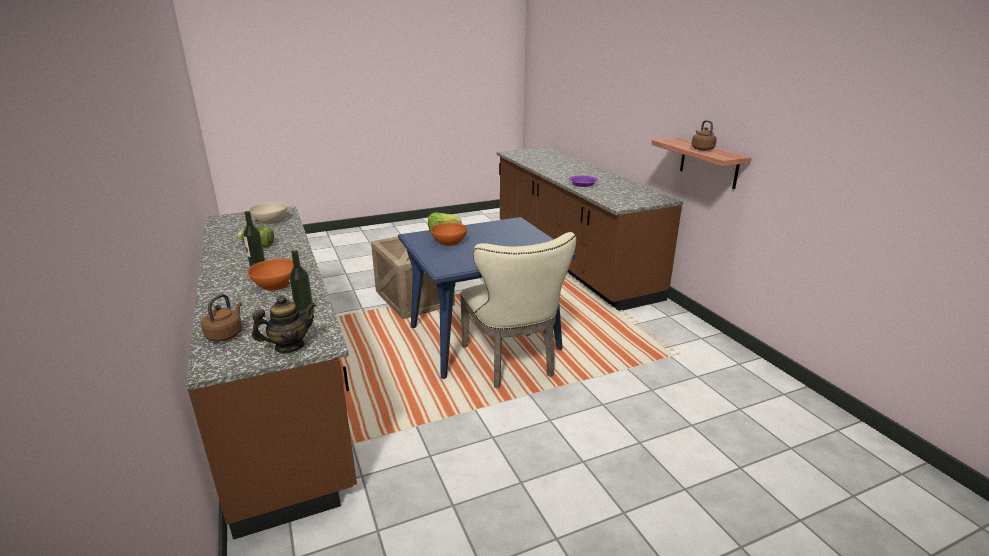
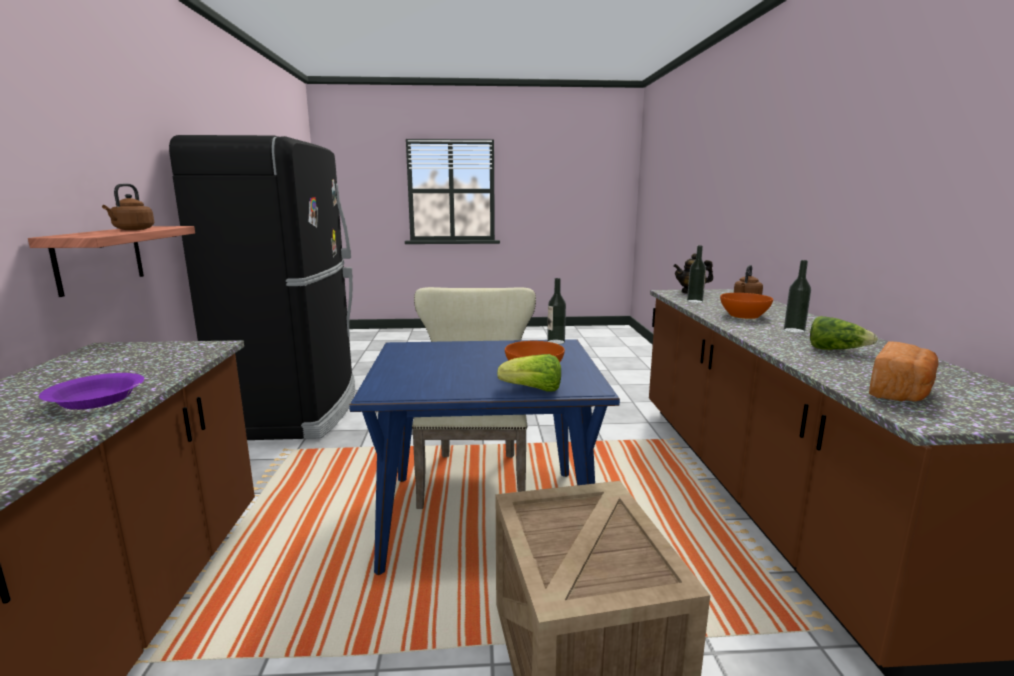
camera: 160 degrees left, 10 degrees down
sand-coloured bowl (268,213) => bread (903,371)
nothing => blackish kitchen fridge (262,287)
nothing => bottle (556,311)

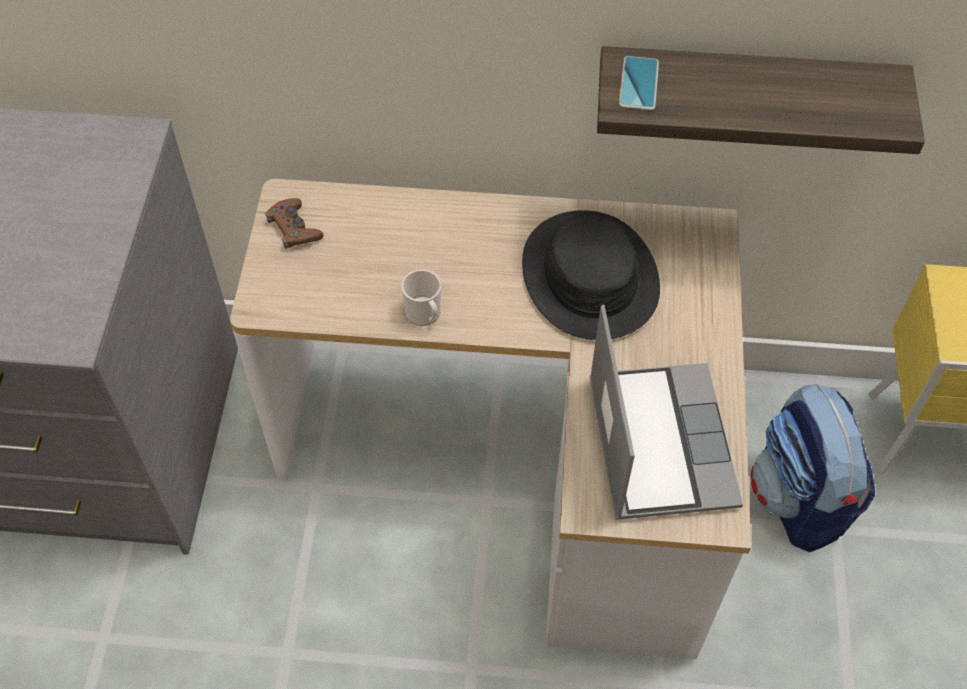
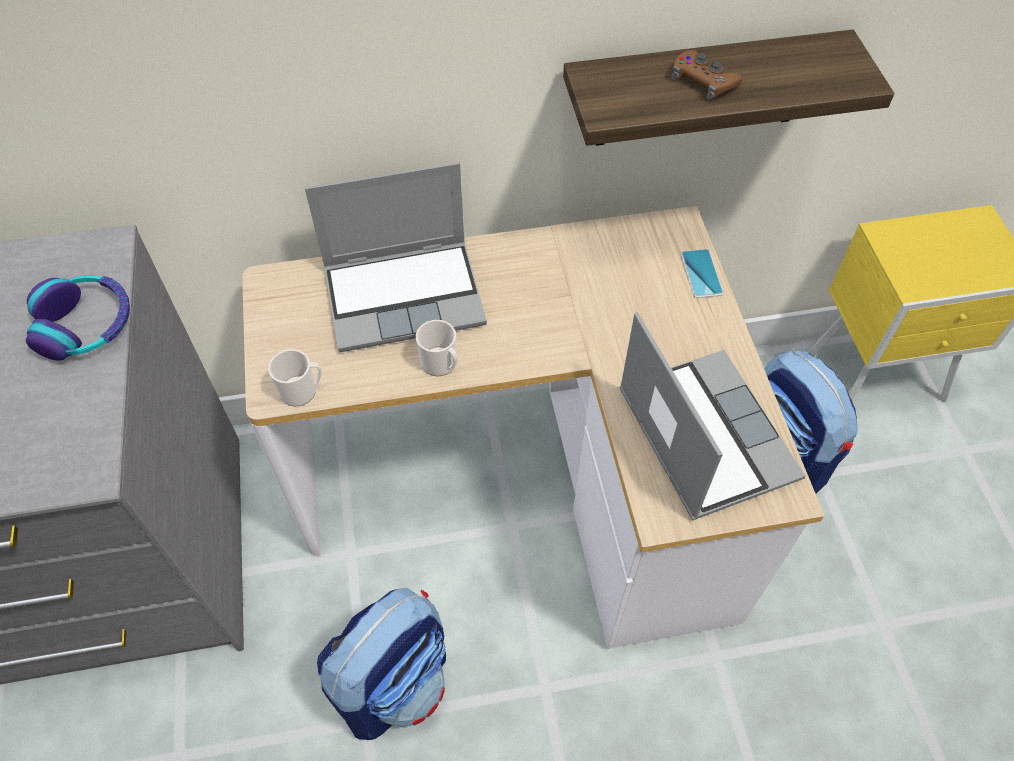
camera: 15 degrees left, 0 degrees up
telephone (639,83) => telephone (702,273), move
brown-coloured joypad (294,223) => brown-coloured joypad (707,75), move
blackish wearable hat (591,275) => nothing
nothing => laptop (396,257)
nothing => headset (78,318)
nothing => mug (295,378)
nothing => backpack (381,664)

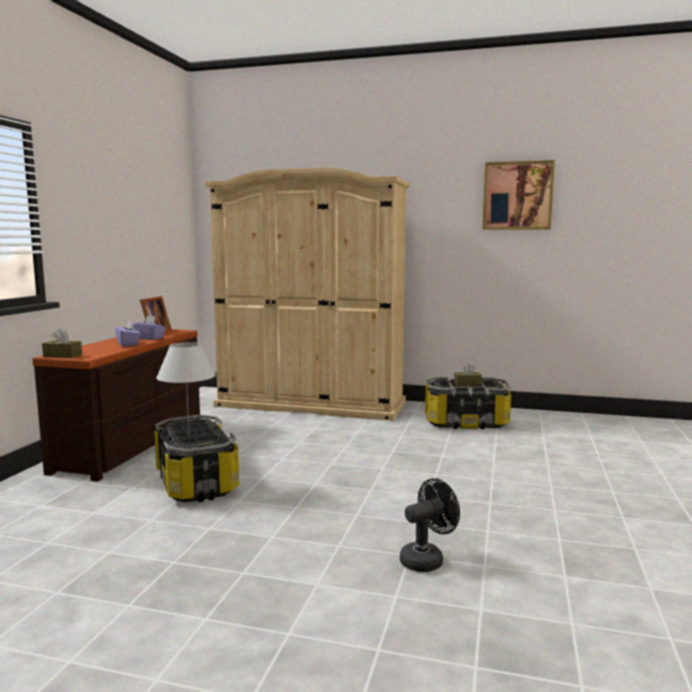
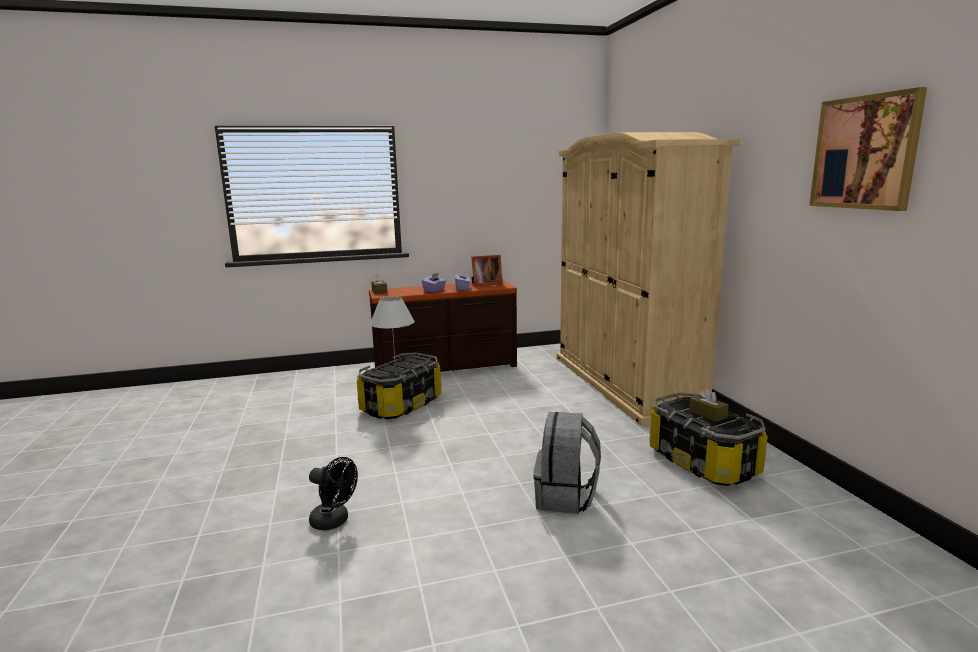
camera: 60 degrees right, 5 degrees up
nothing => greyish backpack (567,463)

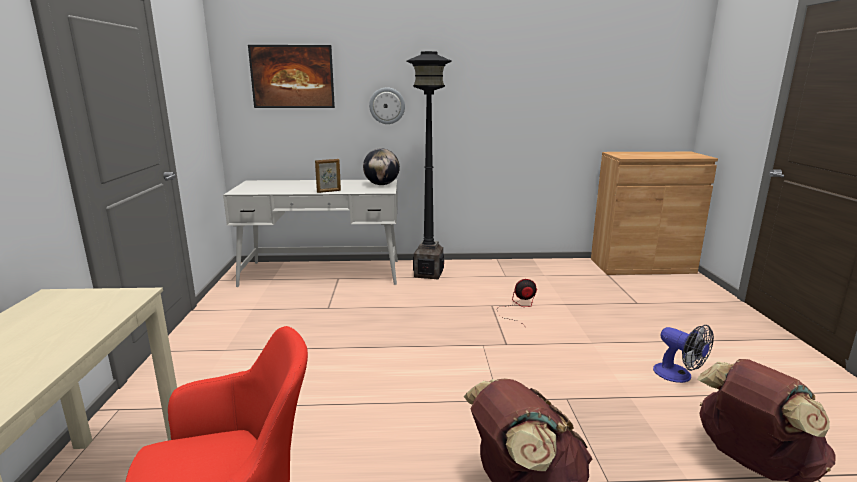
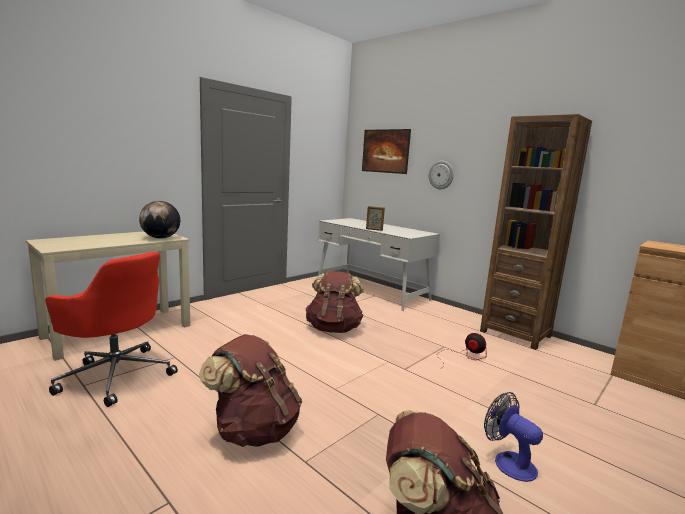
camera: 45 degrees right, 5 degrees down
blackish standing lamp (429,165) => nothing
desk globe (381,166) => desk globe (159,220), move
fan (683,354) => fan (513,437), 135 degrees clockwise
nothing => brown-coloured shelving unit (536,232)
nothing => brown-coloured backpack (335,302)

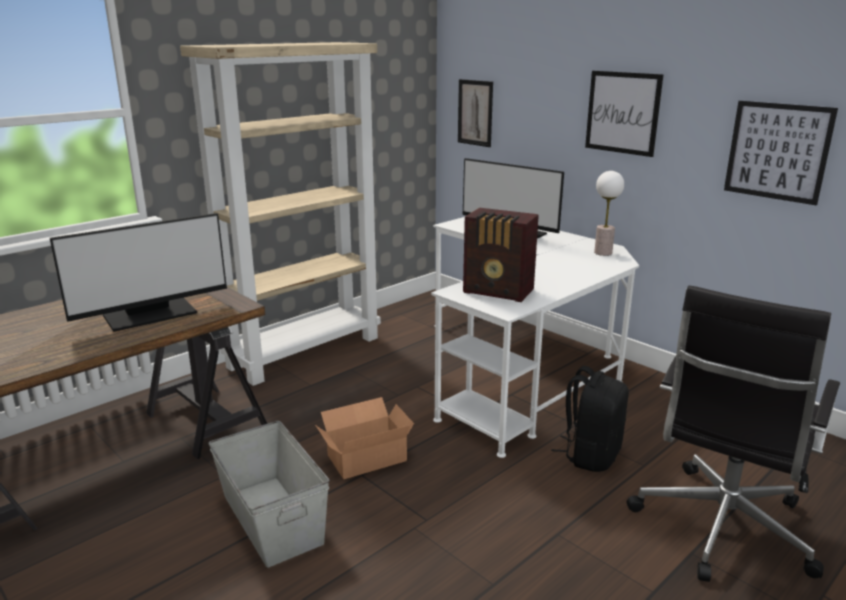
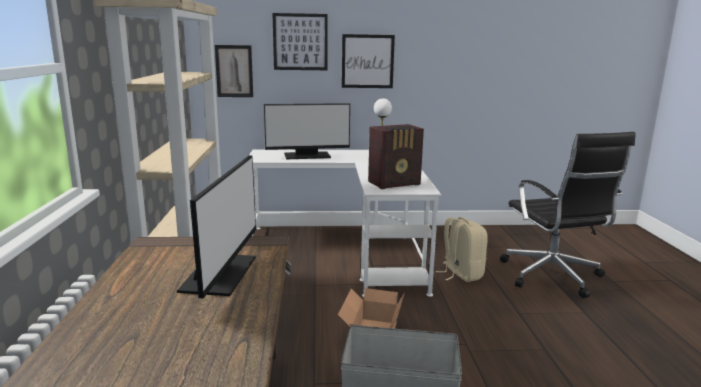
camera: 50 degrees left, 5 degrees down
wall picture (781,153) => wall picture (300,41), move
blackish backpack (590,419) => sand-coloured backpack (462,249)

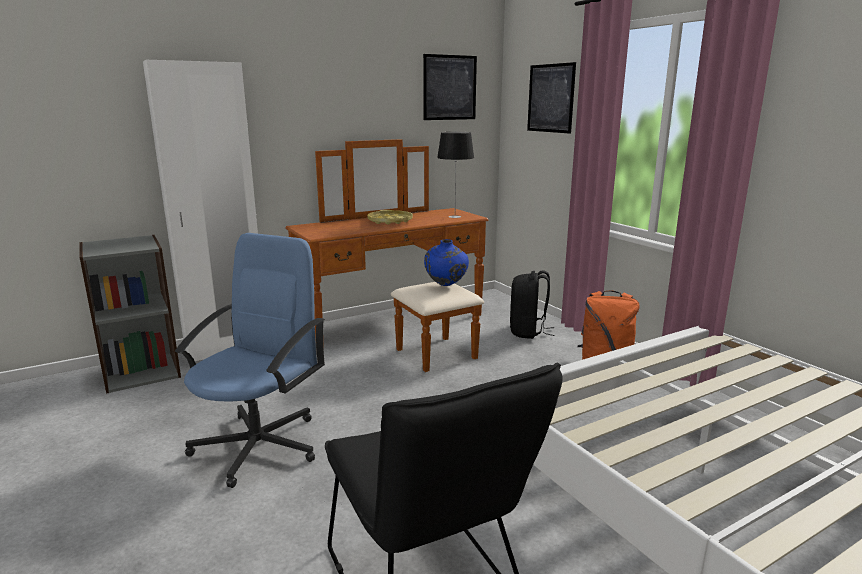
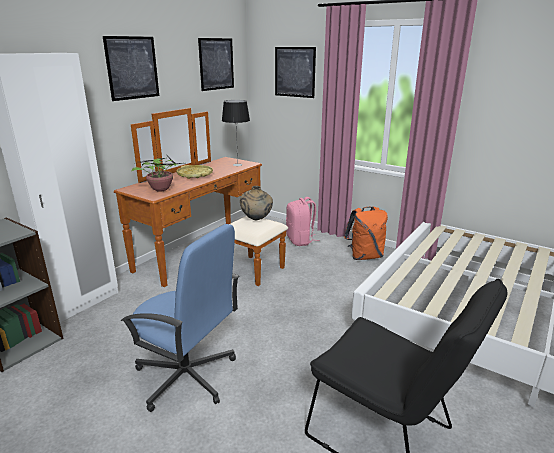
camera: 25 degrees left, 5 degrees up
blue office chair (250,360) => blue office chair (180,318), 120 degrees clockwise
blue vase (446,262) => sand-coloured vase (256,203)
blackish backpack (532,304) => pink-coloured backpack (303,221)
nothing => wall picture (131,68)
nothing => plant in a pot (159,174)

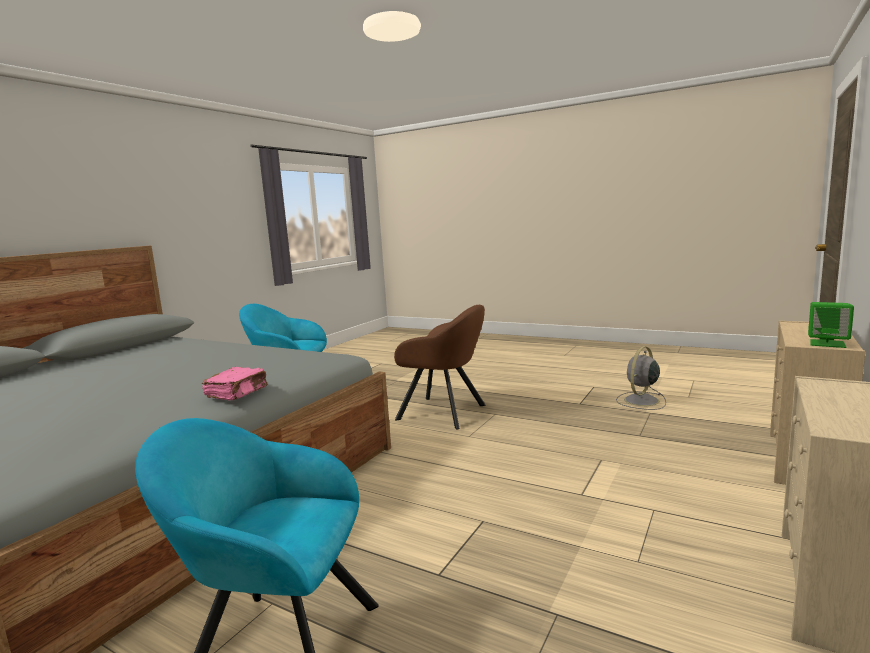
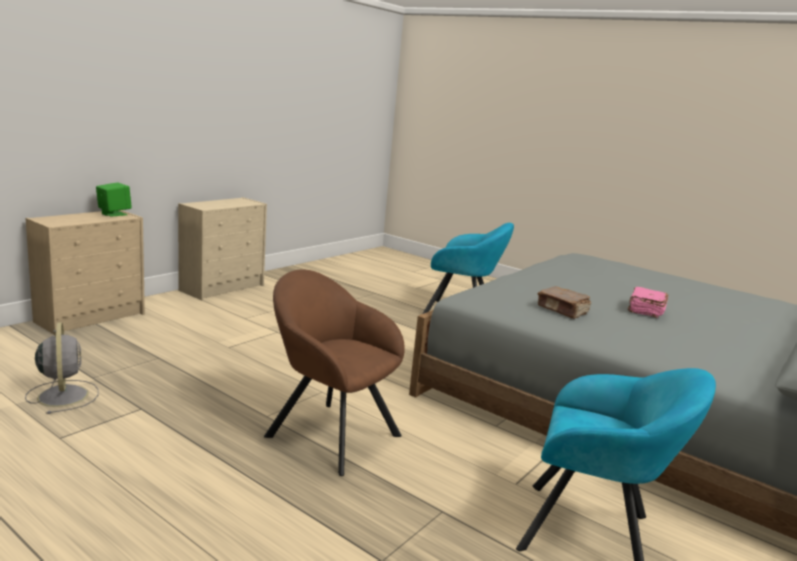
camera: 175 degrees left, 5 degrees up
greyish fan (641,378) => greyish fan (62,368), 75 degrees counterclockwise
pink-coloured volume (235,383) => pink-coloured volume (647,302), move
nothing => brown-coloured volume (564,303)

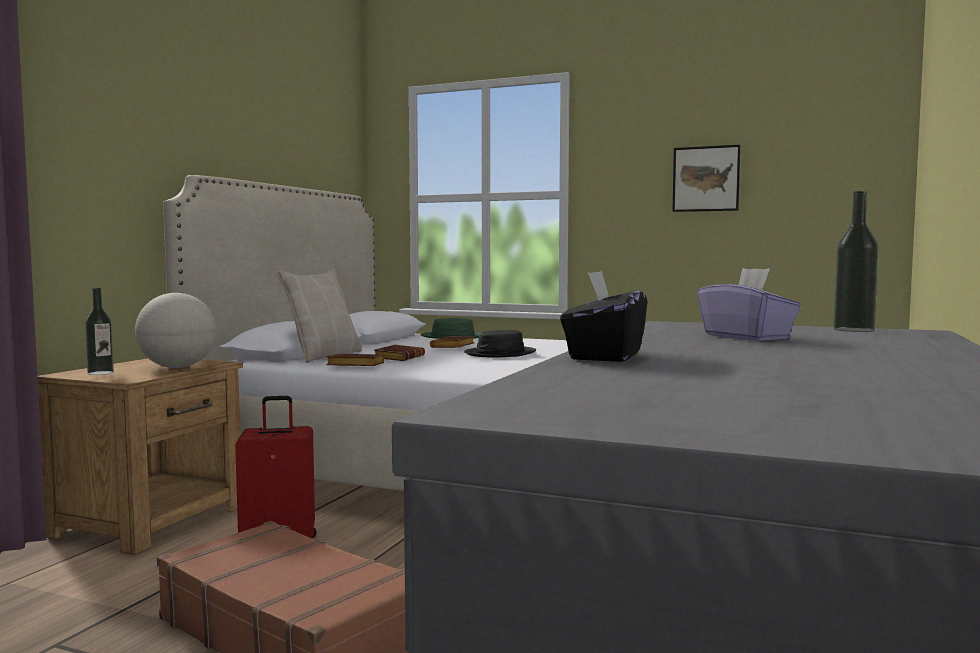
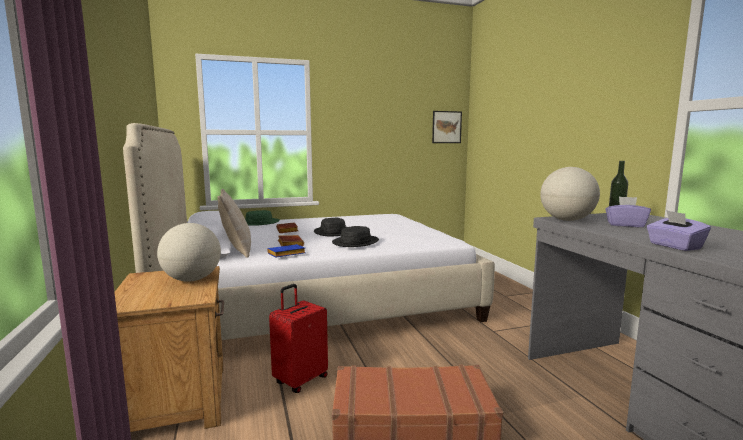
camera: 40 degrees left, 5 degrees up
wall picture (706,178) => wall picture (447,127), move
blackish box of tissues (603,316) => purplish box of tissues (679,231)
bottle (99,331) => nothing
brown-coloured volume (355,360) => blue volume (286,251)
nothing => desk globe (570,194)
nothing => blackish wearable hat (355,236)

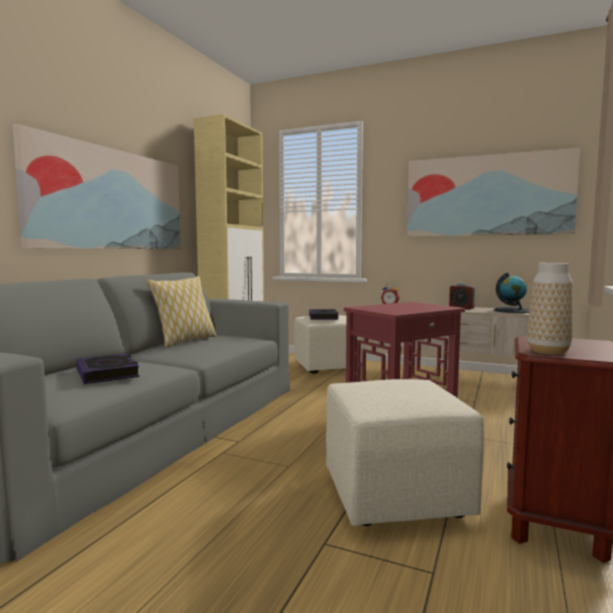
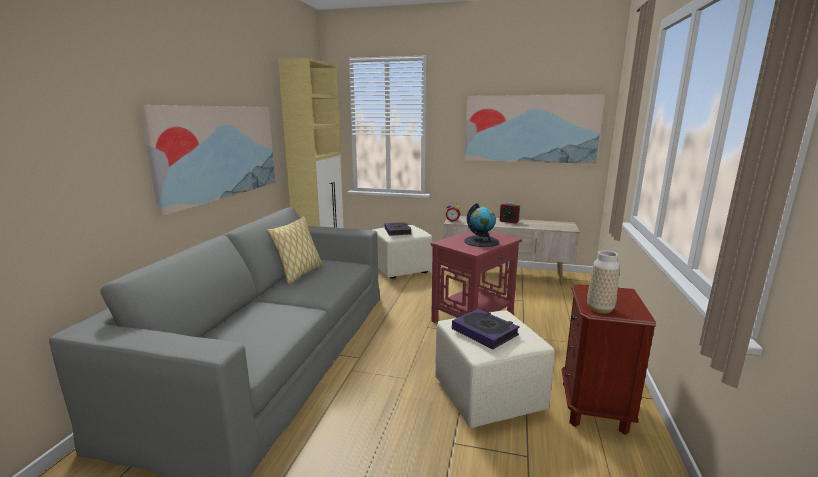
camera: 10 degrees left, 10 degrees up
desk globe (512,293) => desk globe (482,225), move
volume (107,368) => volume (486,329), move

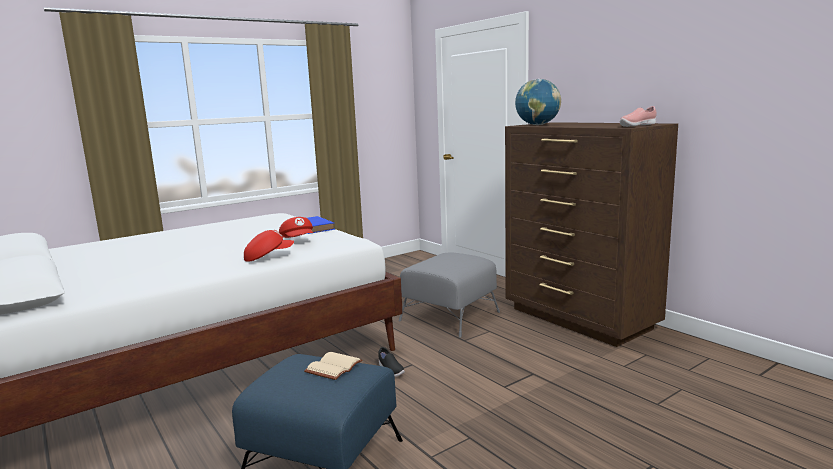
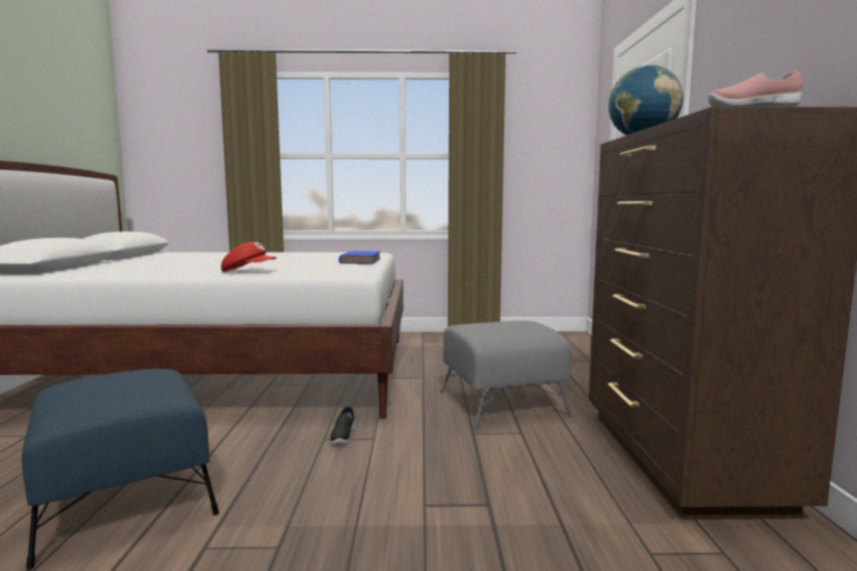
camera: 35 degrees right, 5 degrees down
reddish baseball cap (296,227) => nothing
sand-coloured volume (333,366) => nothing

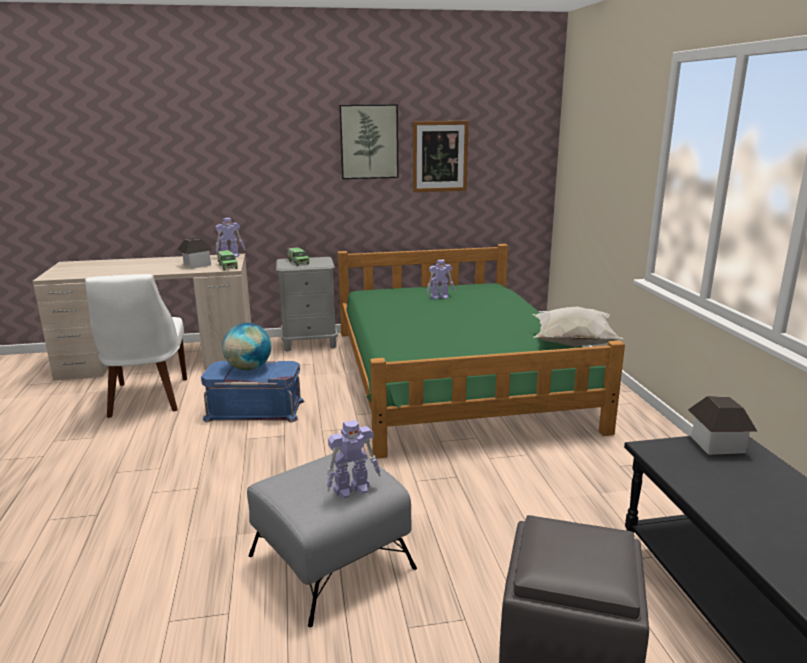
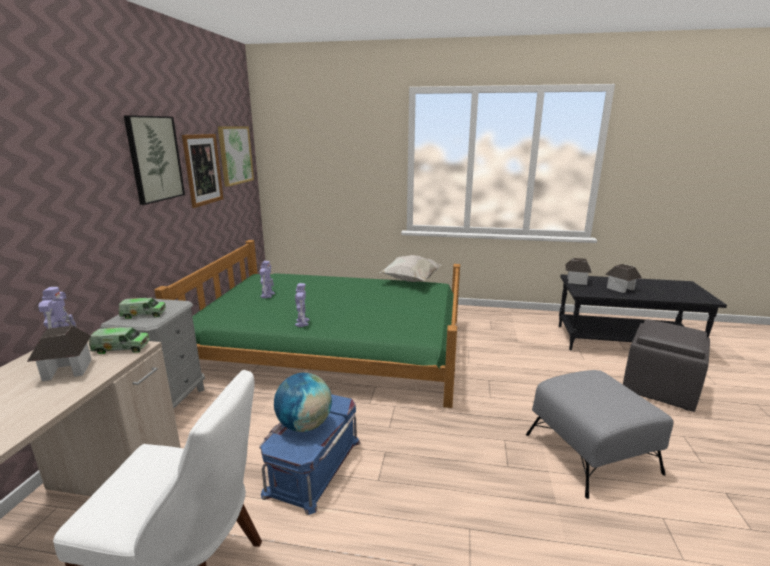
camera: 70 degrees left, 0 degrees up
toy robot (353,459) => toy robot (302,305), move
nothing => wall picture (236,156)
nothing => toy house (623,278)

